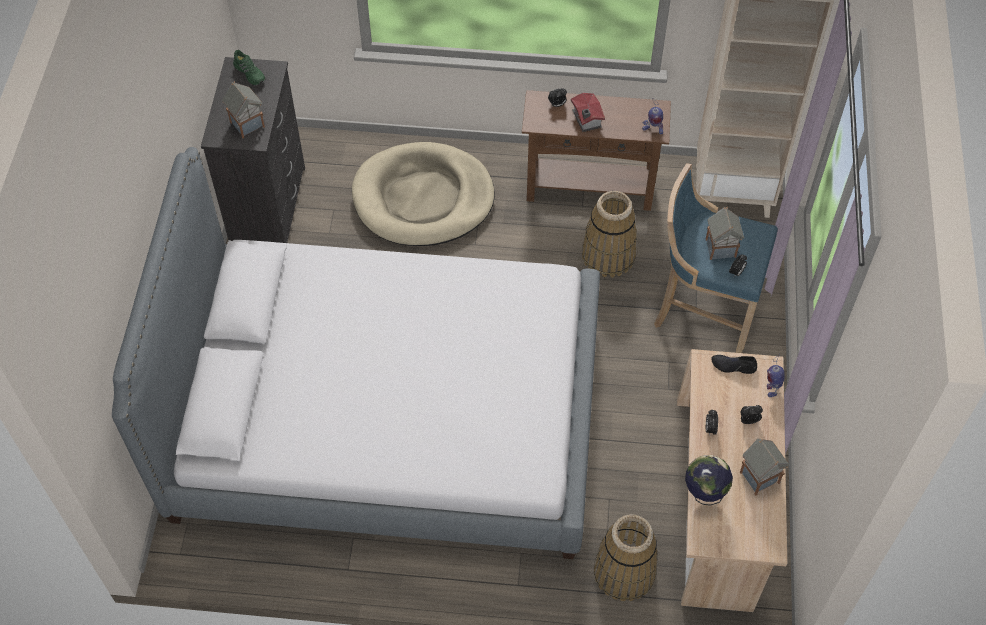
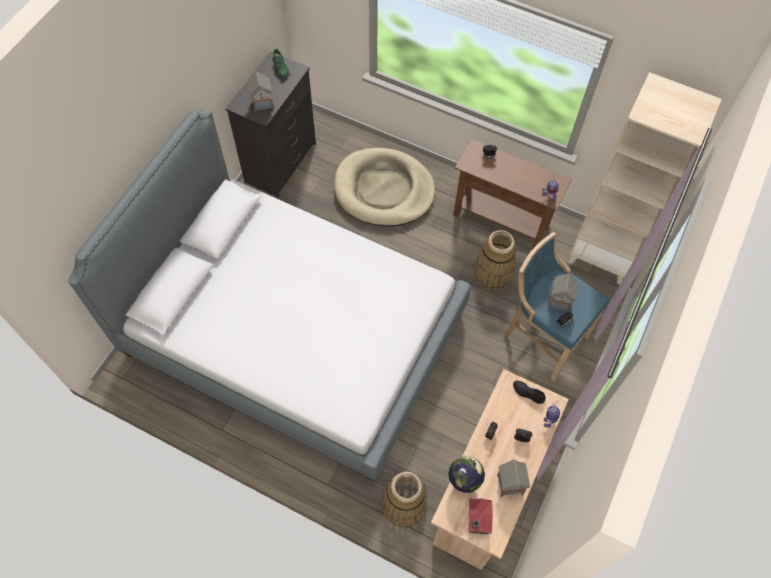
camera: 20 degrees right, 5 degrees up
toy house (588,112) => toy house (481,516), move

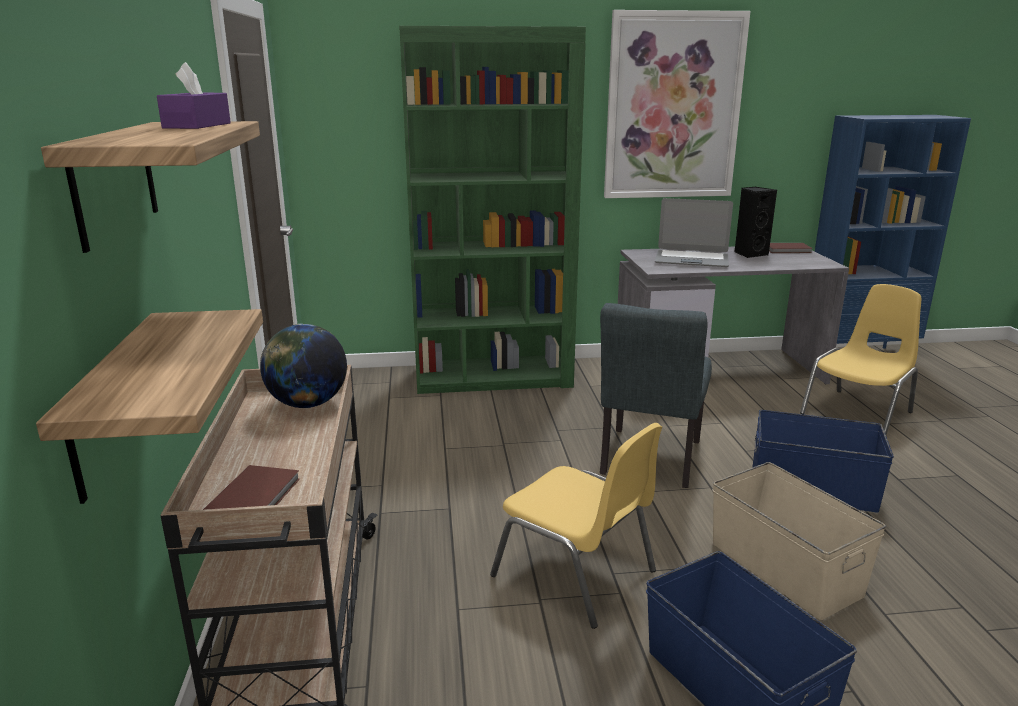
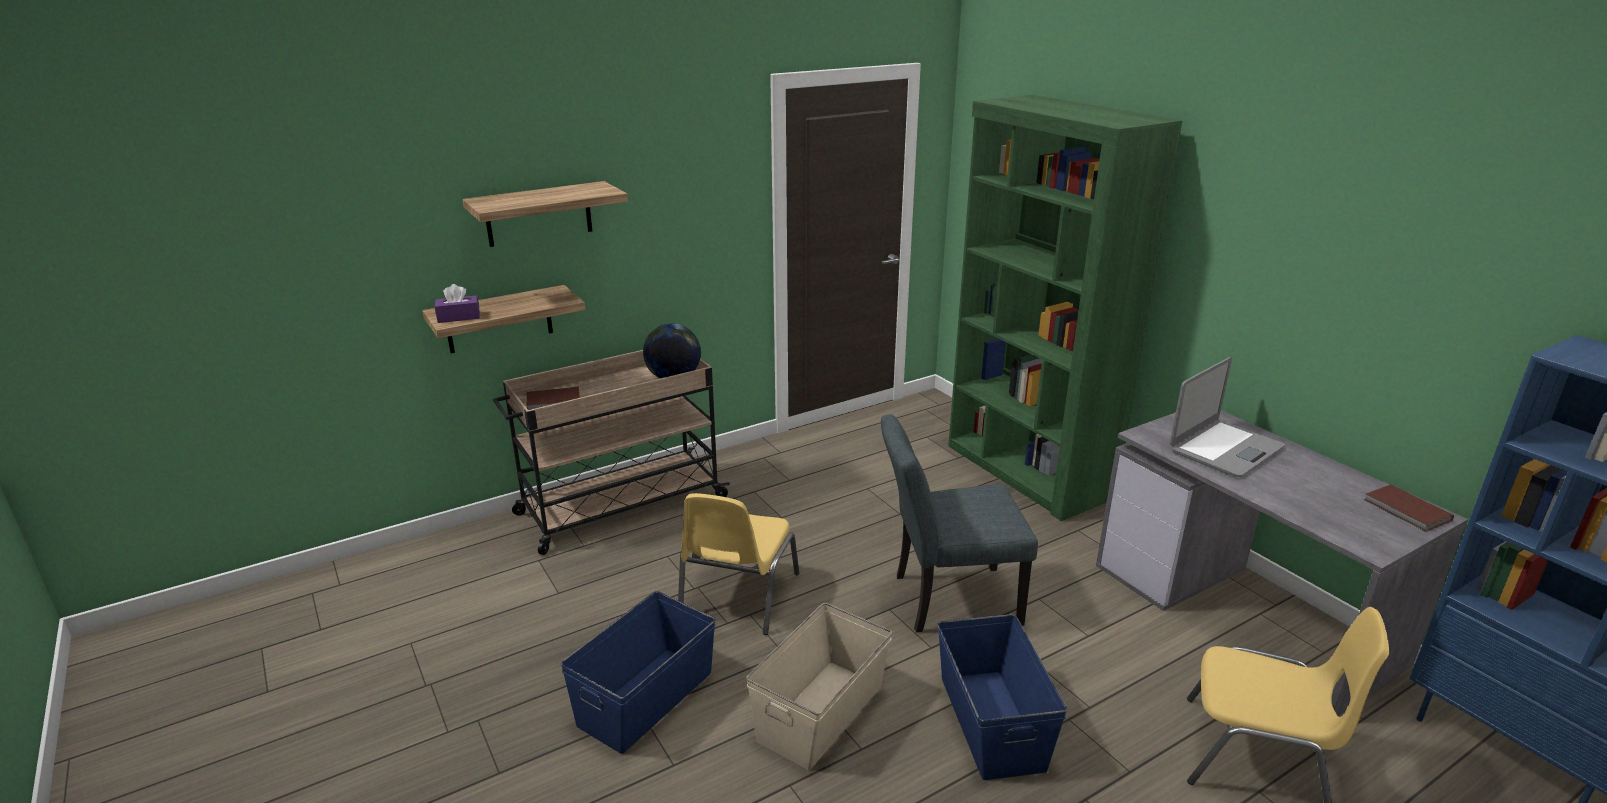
camera: 65 degrees right, 5 degrees up
wall picture (677,104) => nothing
purplish box of tissues (194,95) => purplish box of tissues (457,303), move
blackish speaker (755,222) => nothing
laptop (694,232) => laptop (1227,417), 120 degrees counterclockwise

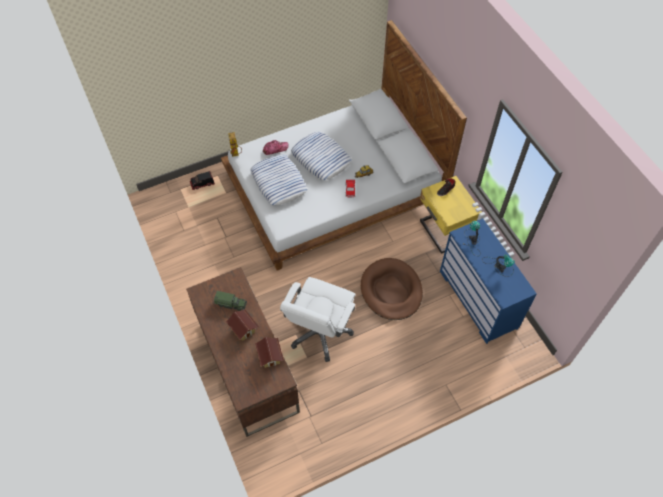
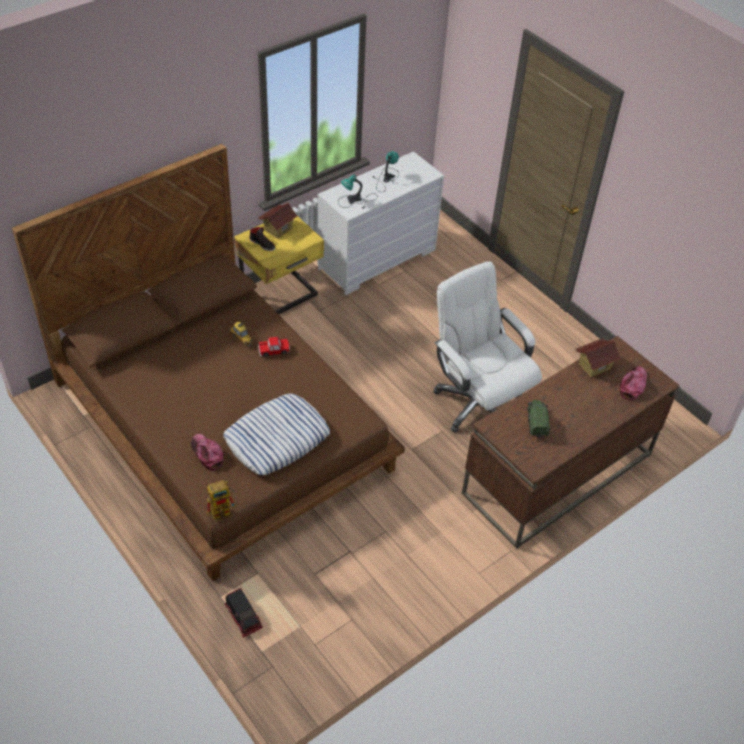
camera: 105 degrees left, 10 degrees down
white bedroom bed (344,145) => brown-coloured bedroom bed (208,362)
throw pillow (321,156) => nothing
blue chest of drawers (488,281) => white chest of drawers (380,223)
brown-coloured pet bed (392,289) => nothing
white office chair (318,319) => white office chair (487,347), 135 degrees counterclockwise
toy house (242,325) => toy house (278,221), move
nothing => baseball cap (633,383)

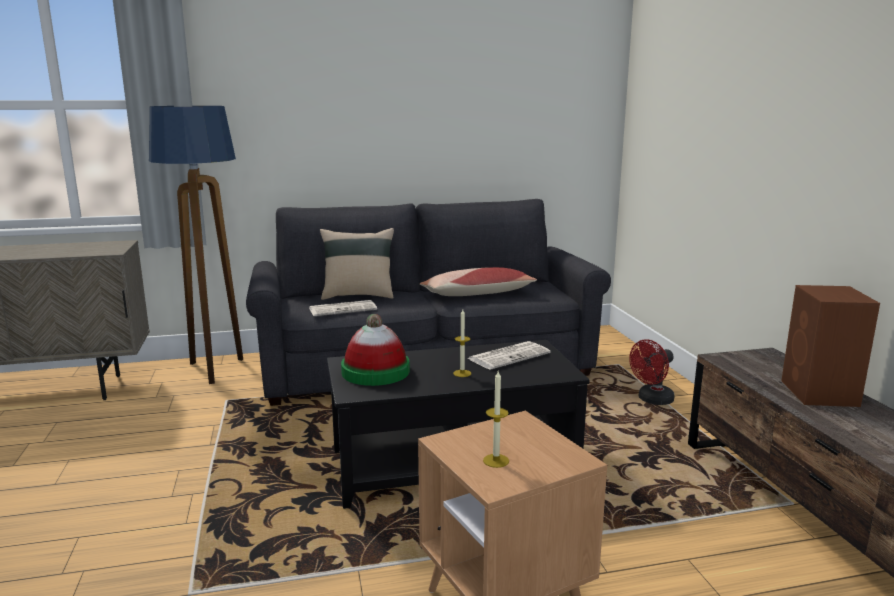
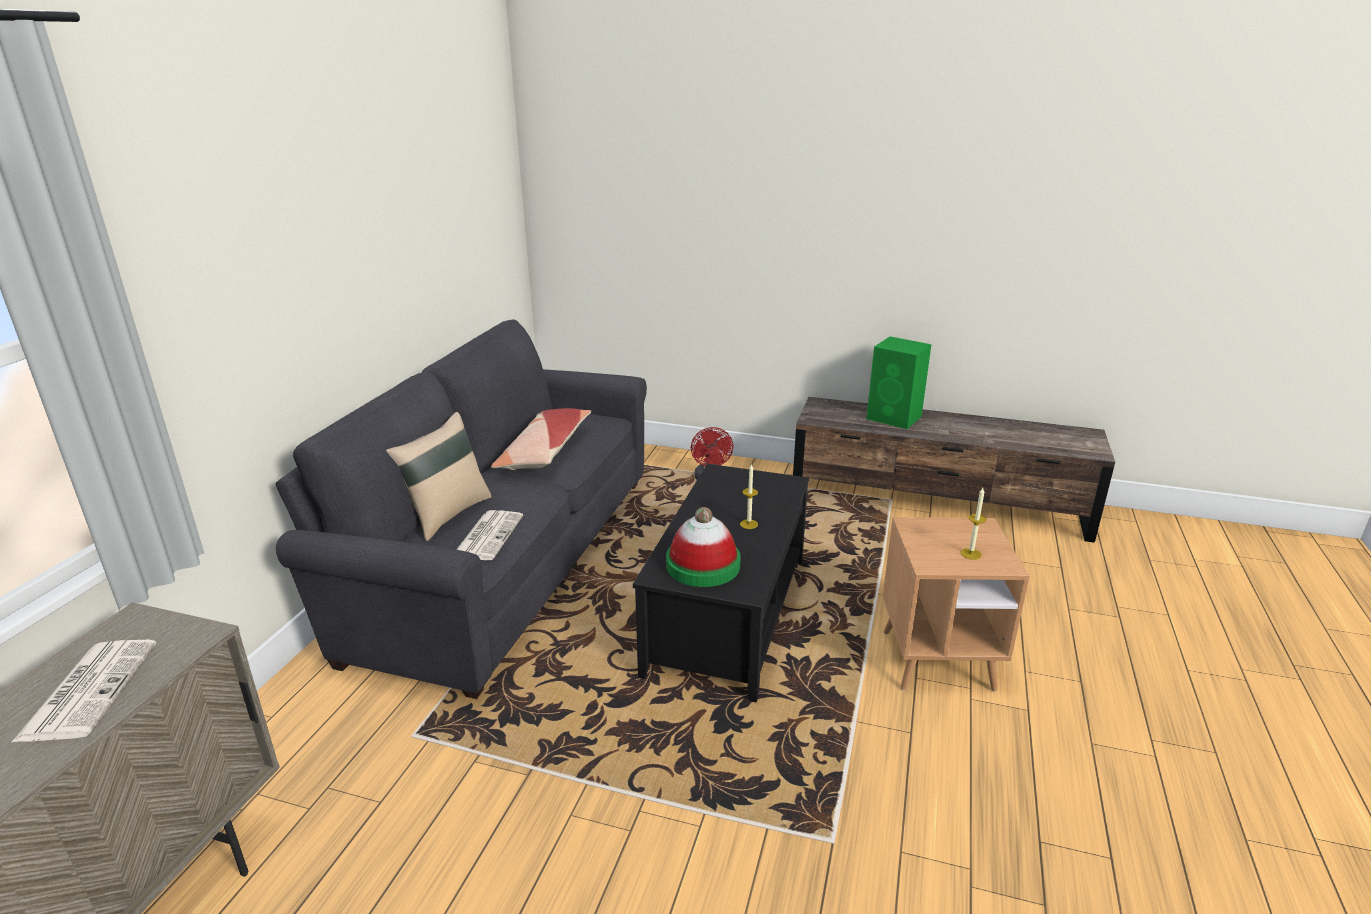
camera: 60 degrees left, 10 degrees up
standing lamp (196,245) => nothing
brown-coloured speaker (830,346) => green speaker (899,382)
newspaper (508,355) => newspaper (83,691), move

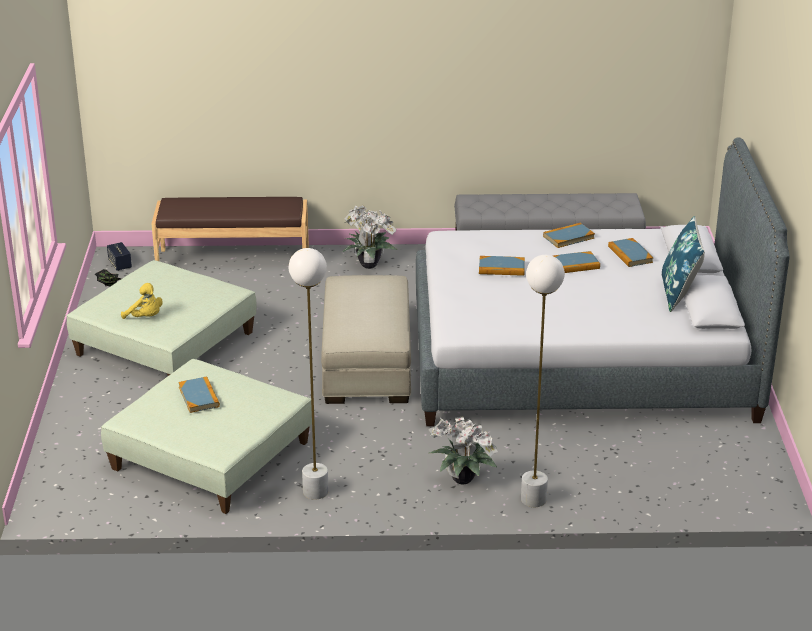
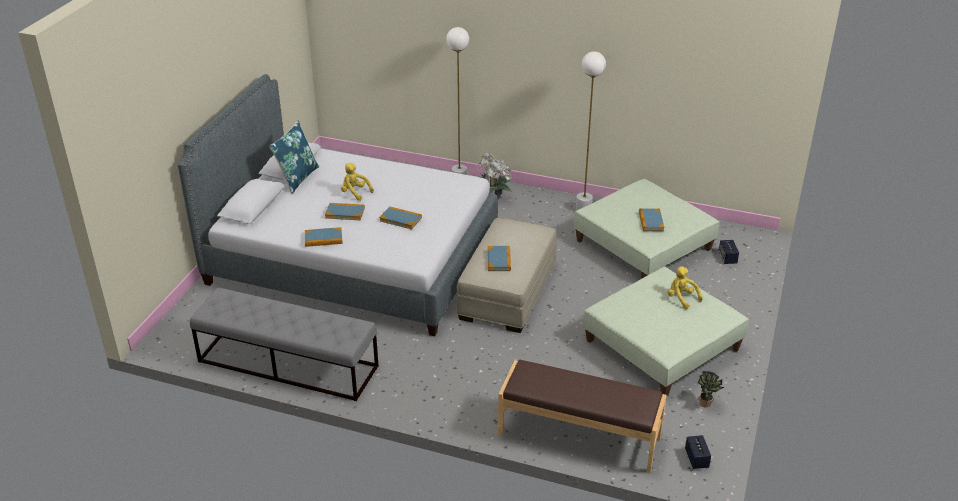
camera: 160 degrees left, 5 degrees up
plant in a pot (369,237) => nothing
volume (630,252) => volume (499,258), move
nothing => yellowish cuddly toy (357,182)
nothing => speaker (729,252)

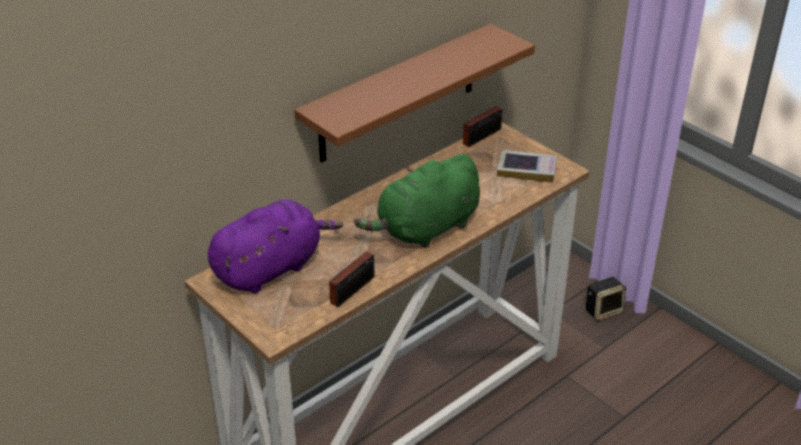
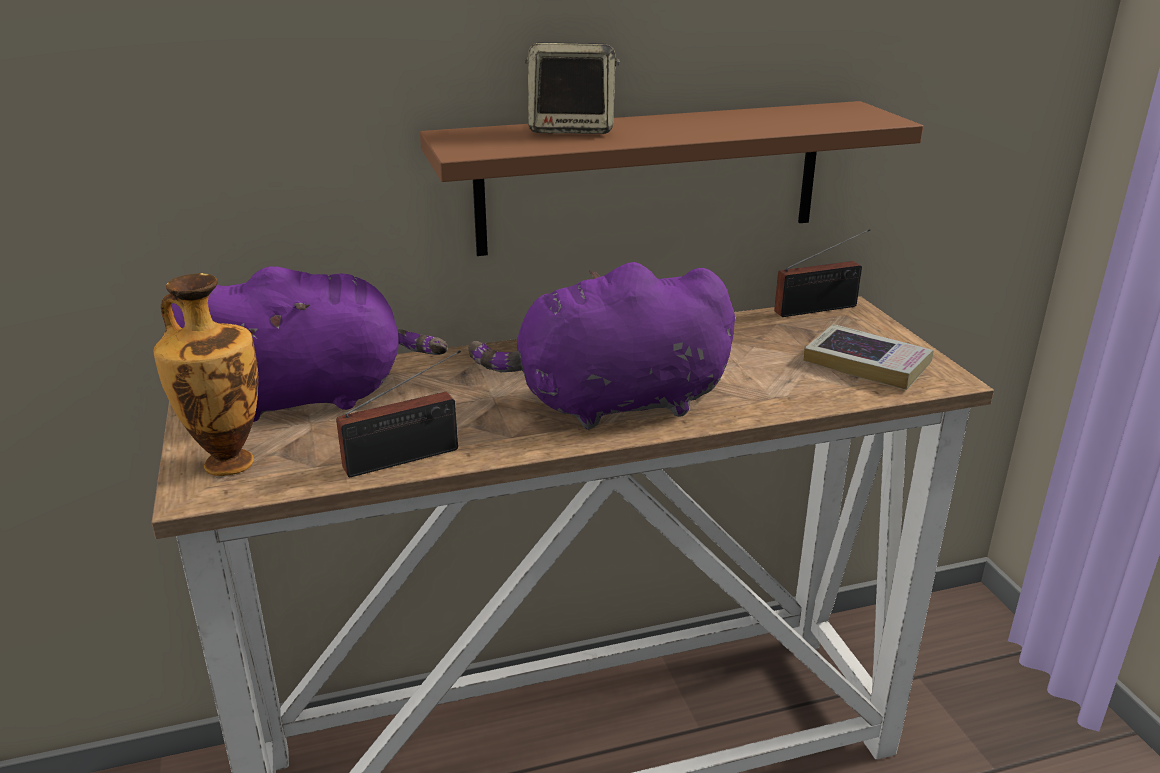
camera: 25 degrees right, 10 degrees down
green cuddly toy (417,200) => purplish cuddly toy (601,346)
speaker (606,299) => speaker (572,88), move
nothing => vase (205,374)

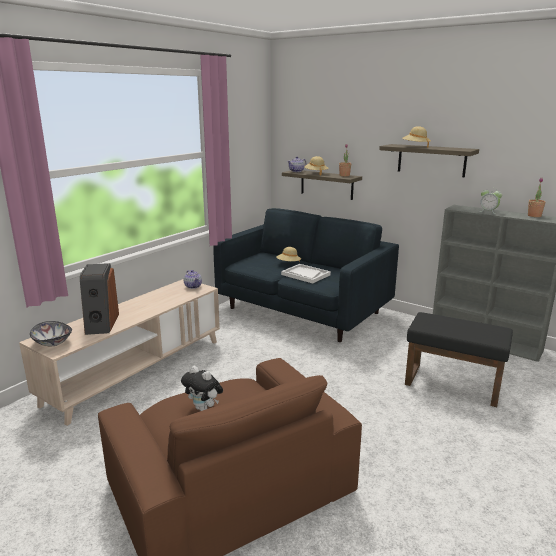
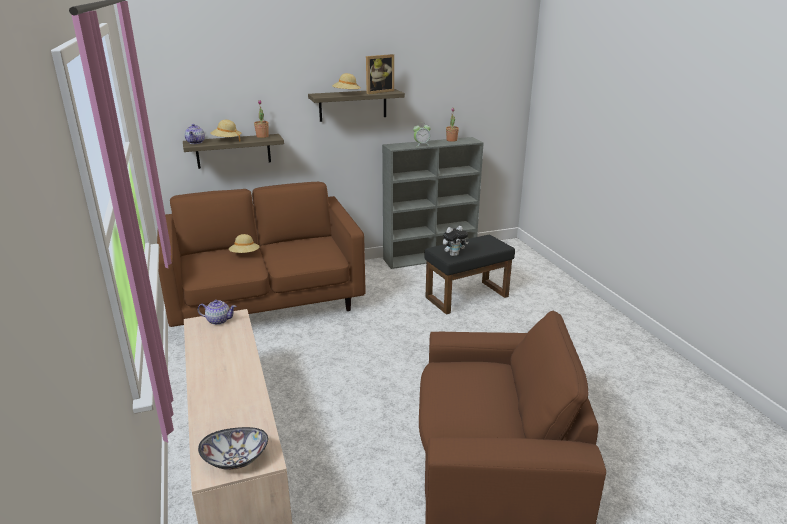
camera: 55 degrees left, 5 degrees up
blue settee (306,275) => brown-coloured settee (261,254)
speaker (99,299) => nothing
white tray (306,273) => nothing
cuddly toy (202,388) => cuddly toy (456,241), move
nothing => photo frame (380,74)

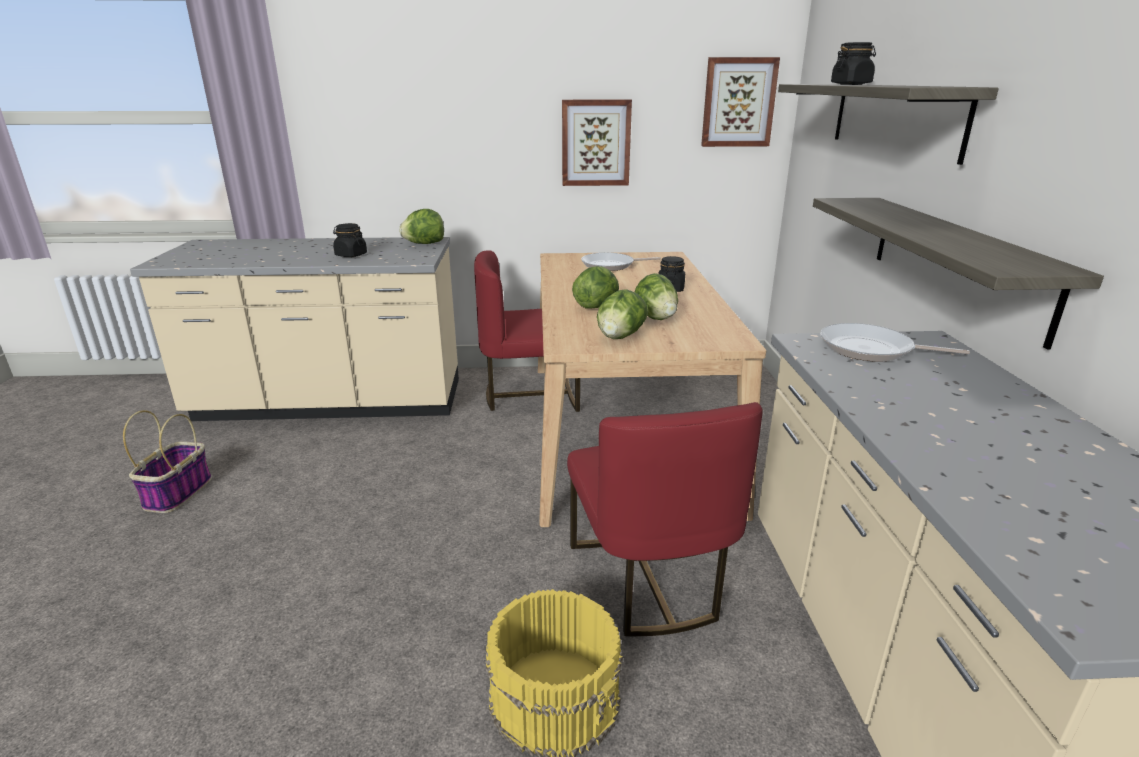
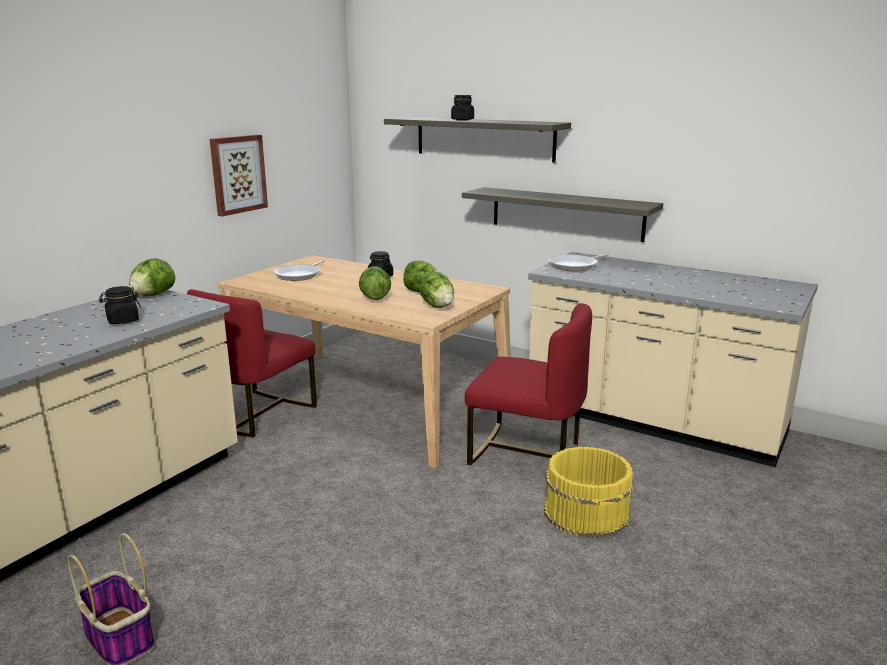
camera: 55 degrees left, 5 degrees down
wall picture (740,102) => nothing

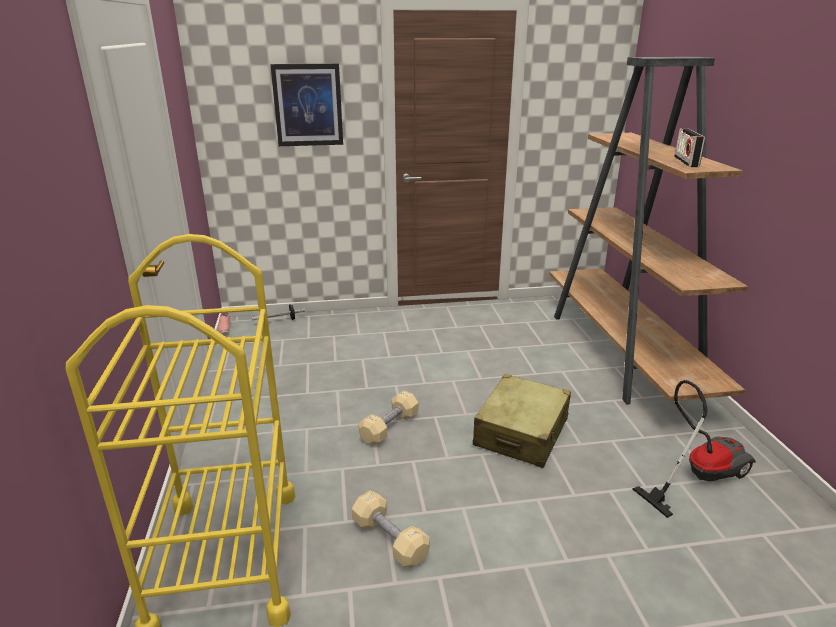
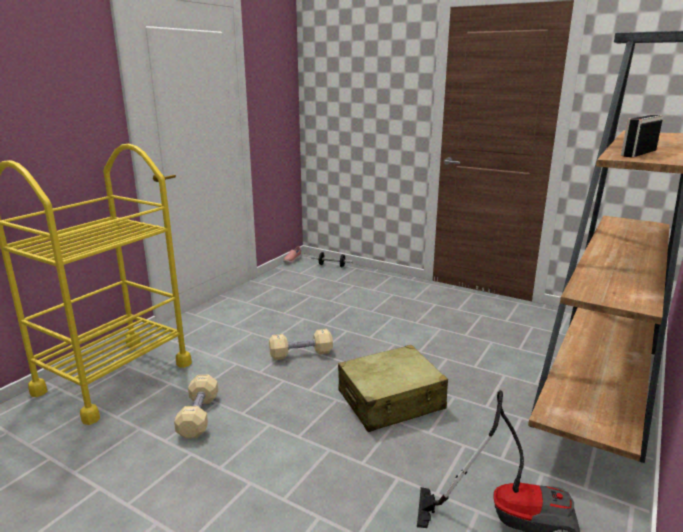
camera: 40 degrees right, 5 degrees down
wall picture (306,105) => nothing

